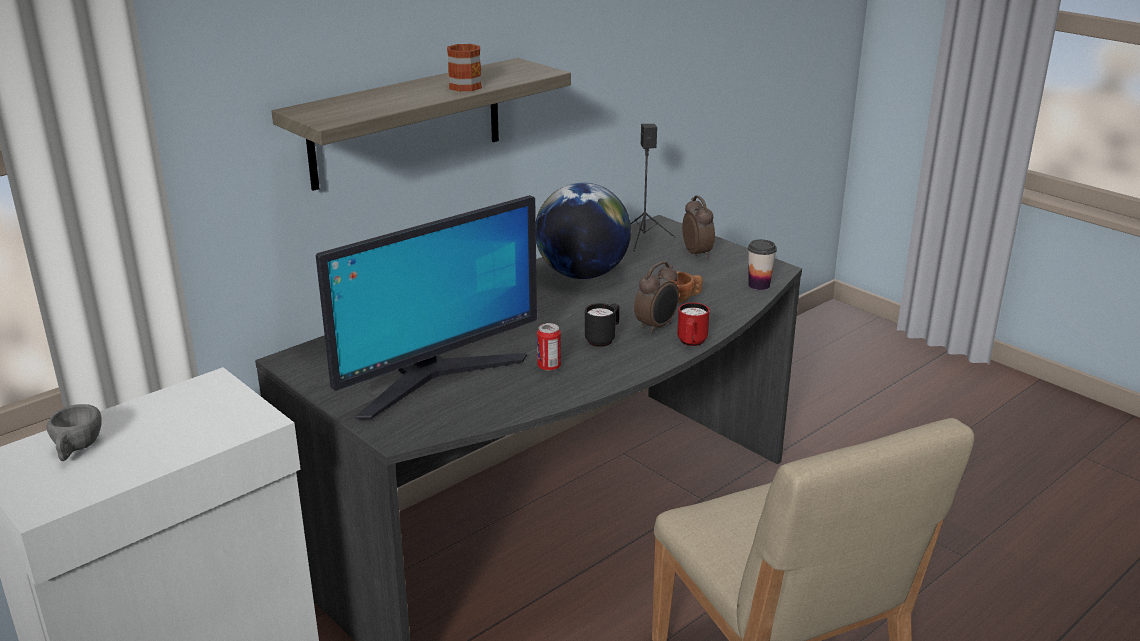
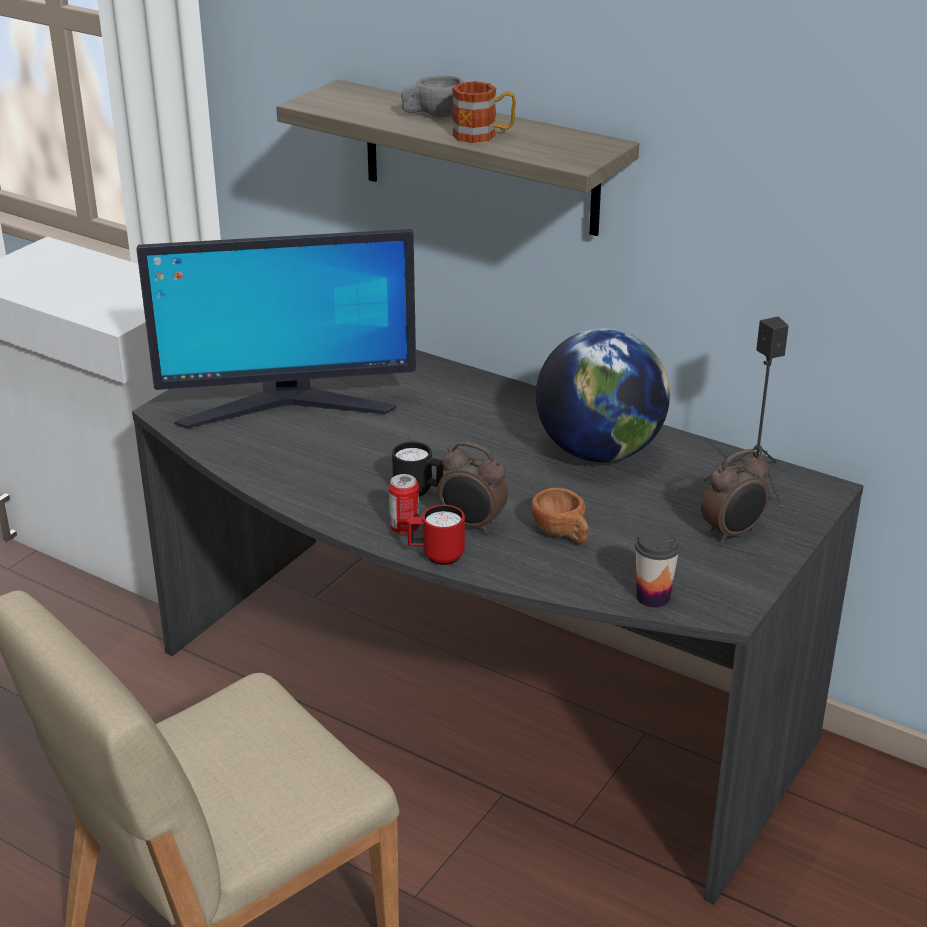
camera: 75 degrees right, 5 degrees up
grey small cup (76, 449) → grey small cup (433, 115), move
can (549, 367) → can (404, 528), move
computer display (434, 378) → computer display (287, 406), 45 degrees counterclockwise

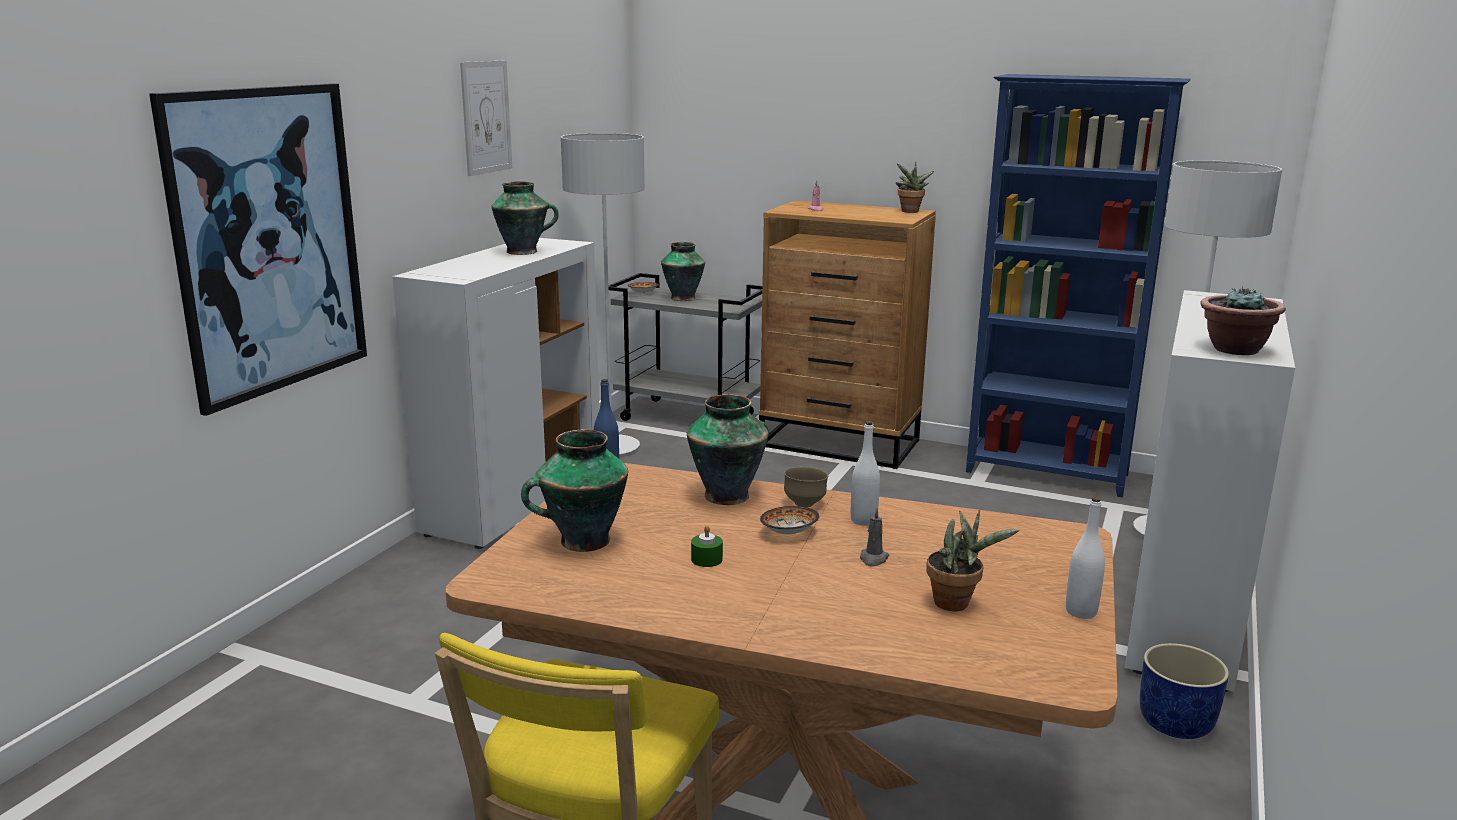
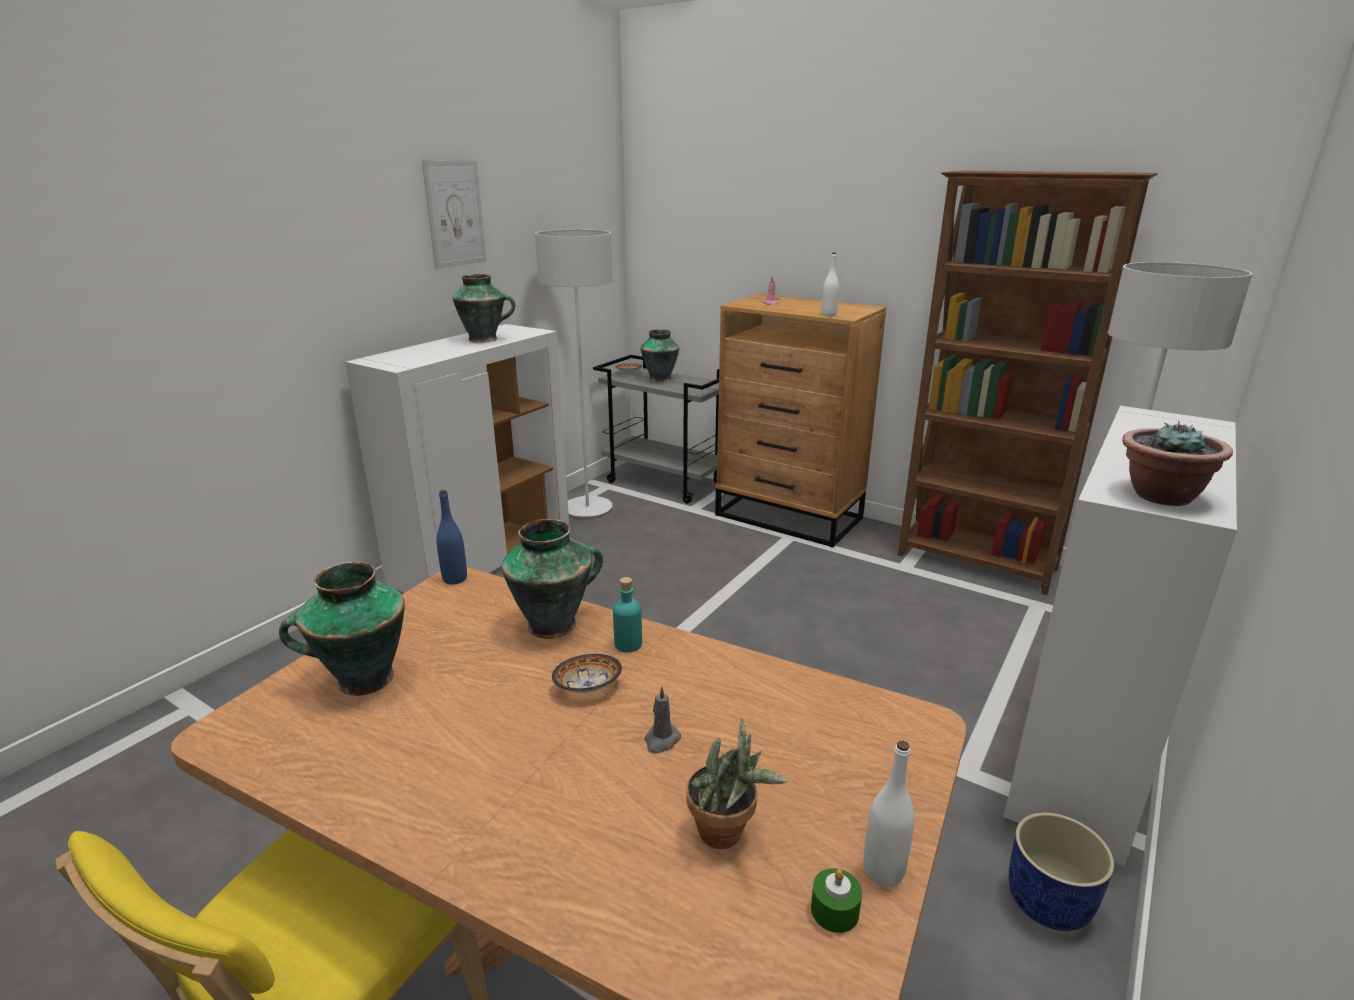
camera: 10 degrees right, 5 degrees up
wall picture (269, 241) → -
houseplant (910, 212) → -
greenish candle (706, 559) → greenish candle (834, 910), move
white-coloured drink bottle (863, 521) → white-coloured drink bottle (829, 315), move
brownish bowl (805, 504) → turquoise drink bottle (628, 644)
bluish shelving unit (1048, 474) → brownish shelving unit (977, 563)

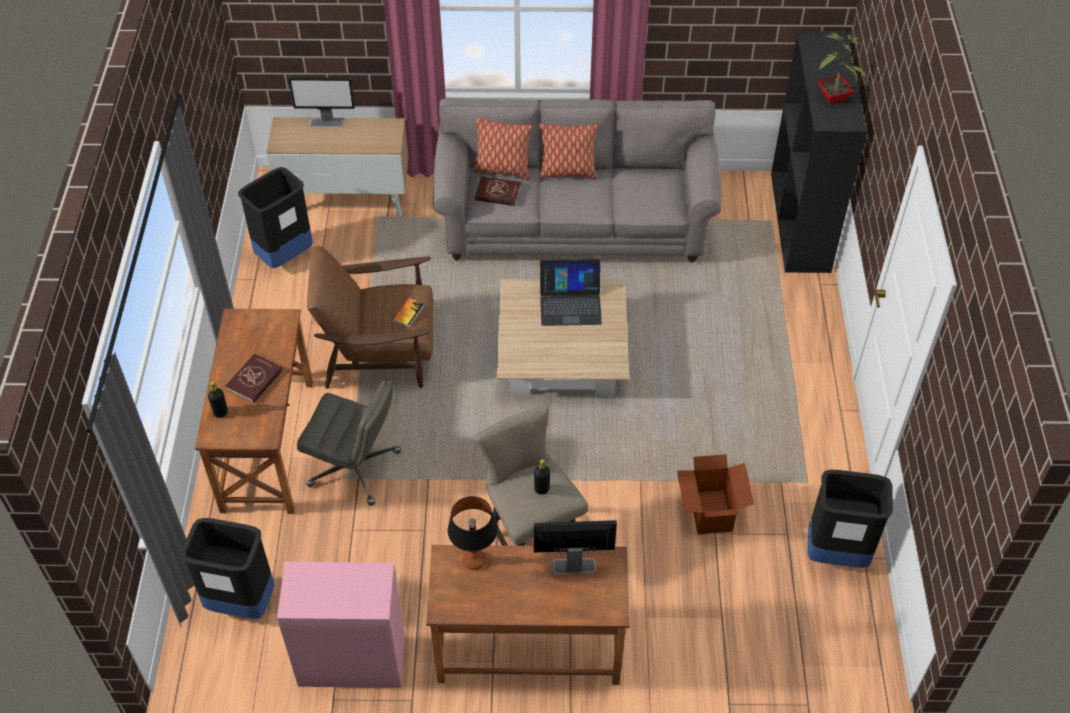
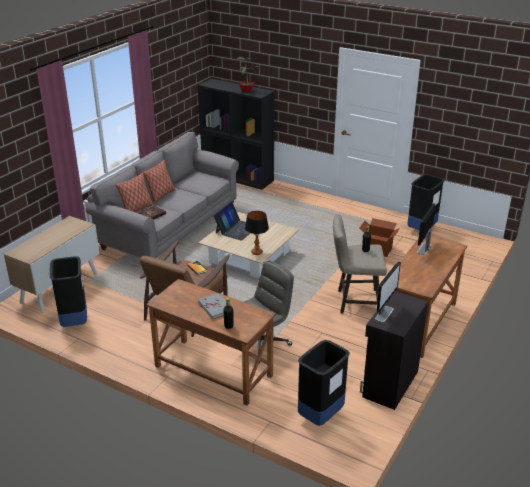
camera: 60 degrees left, 20 degrees down
computer display (327, 123) → computer display (384, 313), move
table lamp (474, 561) → table lamp (257, 252), move
red-coloured volume (254, 380) → grey volume (215, 307)
pinkish storage cabinet (351, 660) → blackish storage cabinet (389, 384)

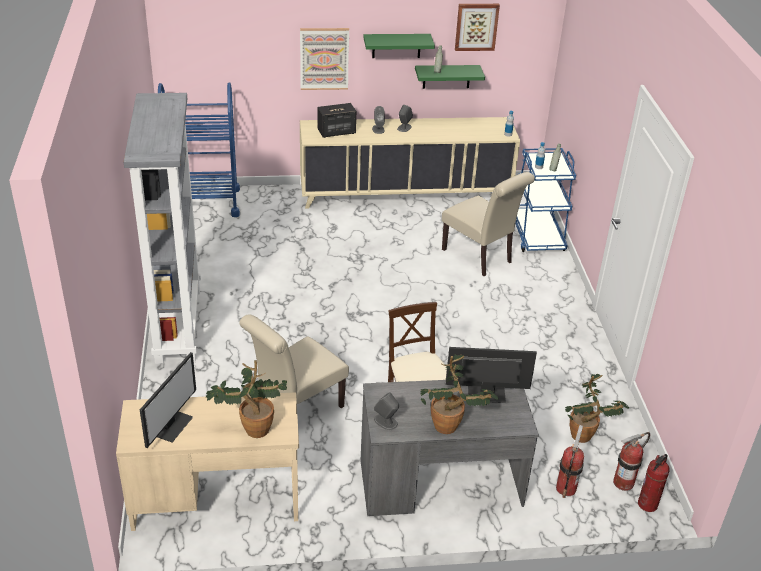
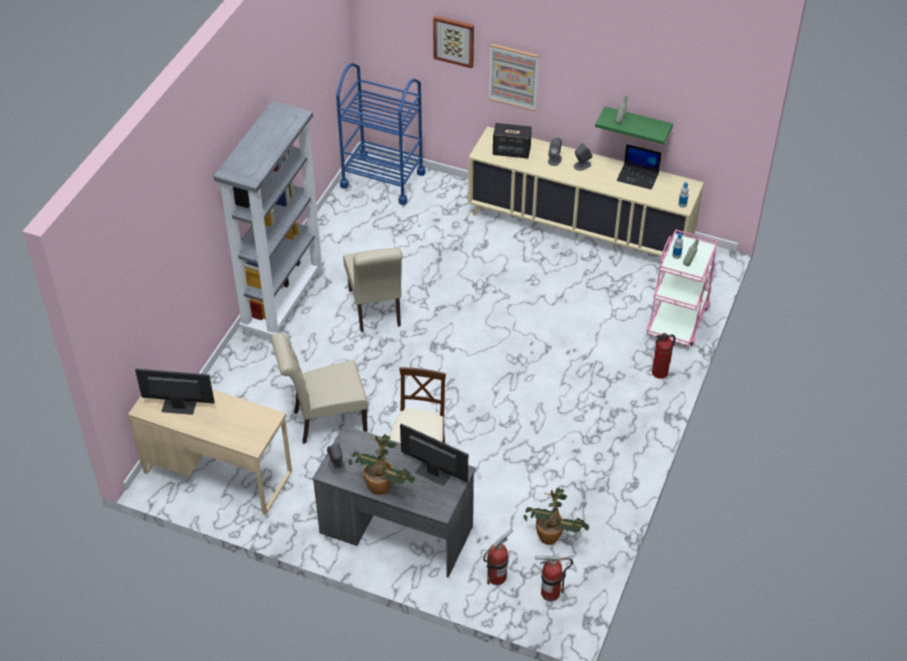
camera: 30 degrees right, 10 degrees up
houseplant (251, 428) → -
greenish wall shelf (396, 45) → -
- → notebook computer (638, 176)
beige-coloured chair (480, 257) → beige-coloured chair (376, 311), move
wall picture (476, 26) → wall picture (454, 40), move
extinguisher (648, 505) → extinguisher (660, 373), move
bluish cart (537, 235) → pinkish cart (677, 319)
computer display (172, 425) → computer display (178, 406), 135 degrees counterclockwise

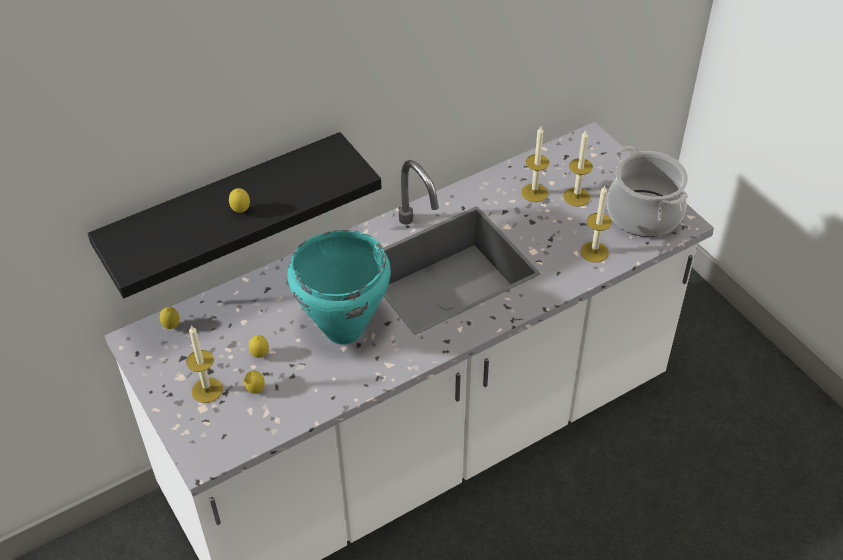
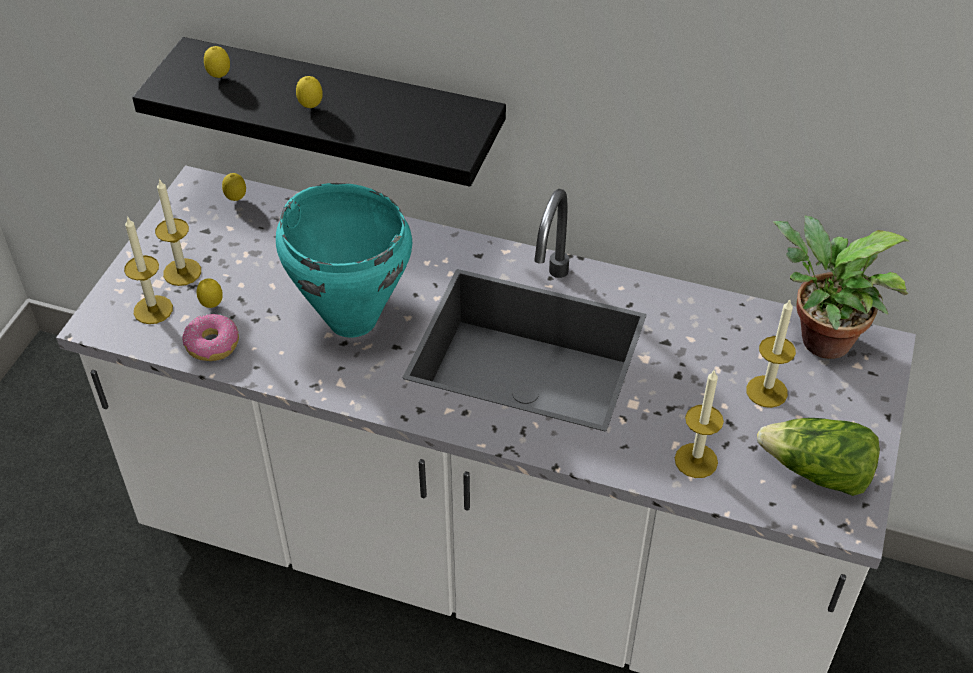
camera: 50 degrees right, 0 degrees up
- → ring doughnut (212, 344)
- → houseplant (818, 340)
lemon (260, 355) → lemon (219, 77), move
candle (534, 193) → candle (153, 309), move
saucepot (644, 214) → head of lettuce (817, 472)

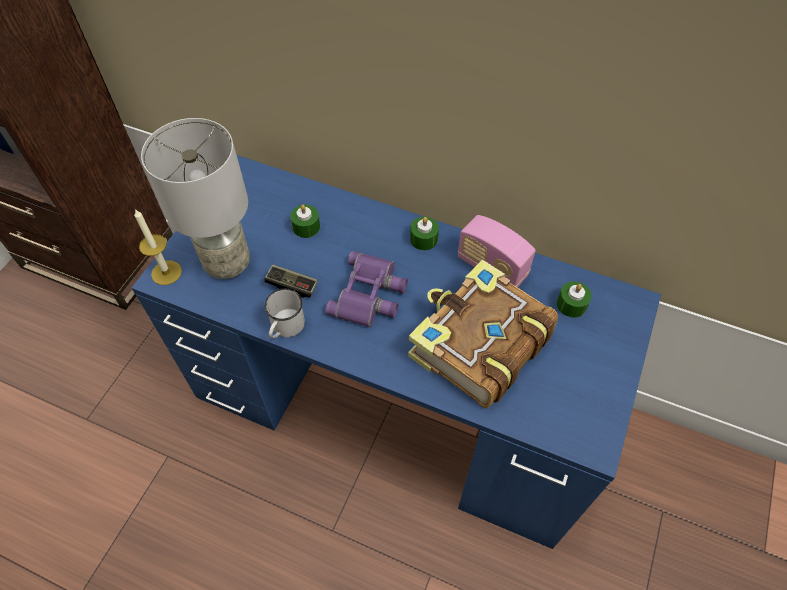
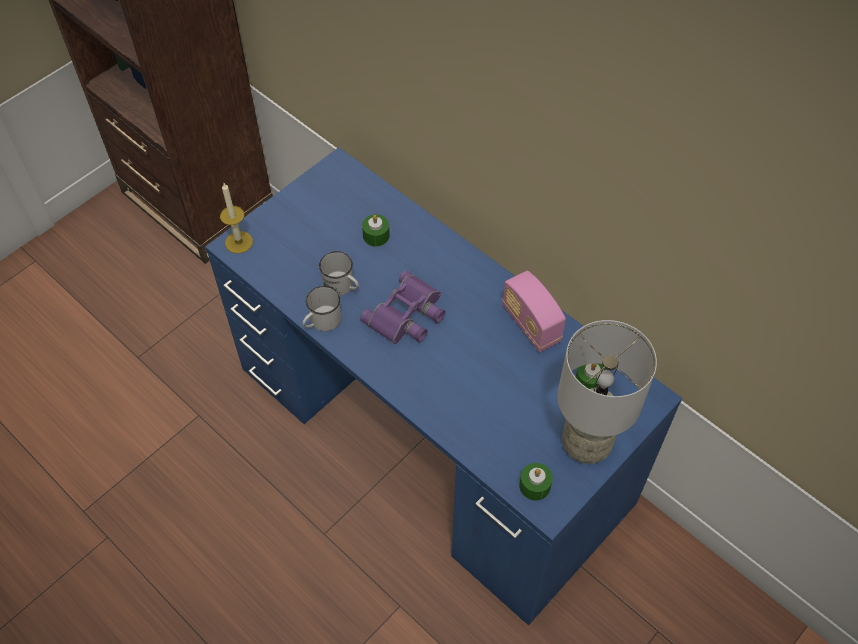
camera: 20 degrees right, 0 degrees up
volume (478, 344) → -
grey table lamp (228, 263) → grey table lamp (587, 444), move
greenish candle (423, 239) → greenish candle (534, 485), move
gamepad (292, 286) → white-coloured coffee mug (342, 286)

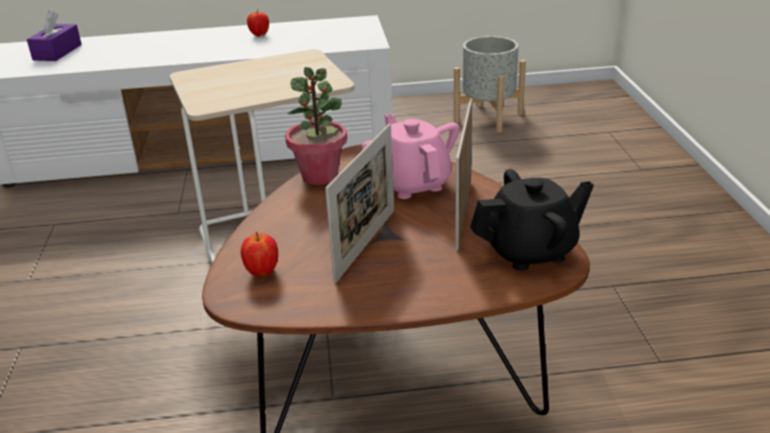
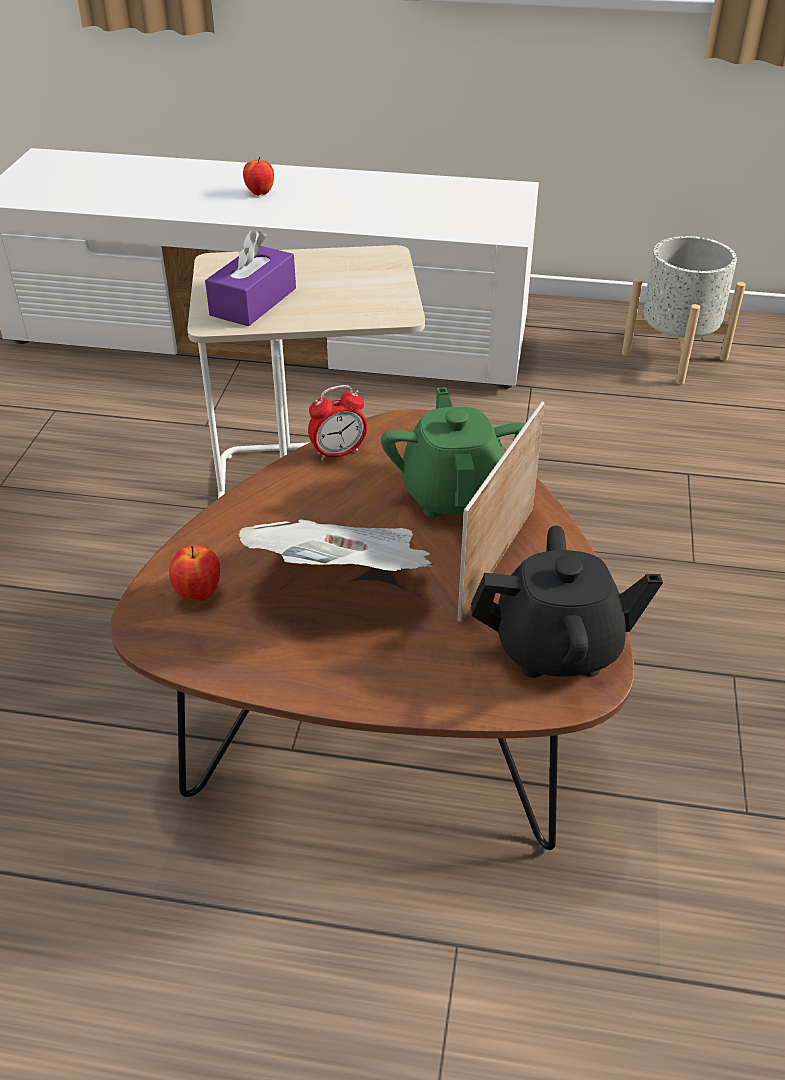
camera: 15 degrees right, 10 degrees up
purplish tissue holder (57, 52) → purplish tissue holder (253, 302), move
apple (259, 35) → apple (260, 193), move
houseplant (320, 176) → table clock (338, 453)
picture frame (366, 244) → printed paper (346, 581)
pinkish pot for tea (413, 184) → greenish pot for tea (453, 494)

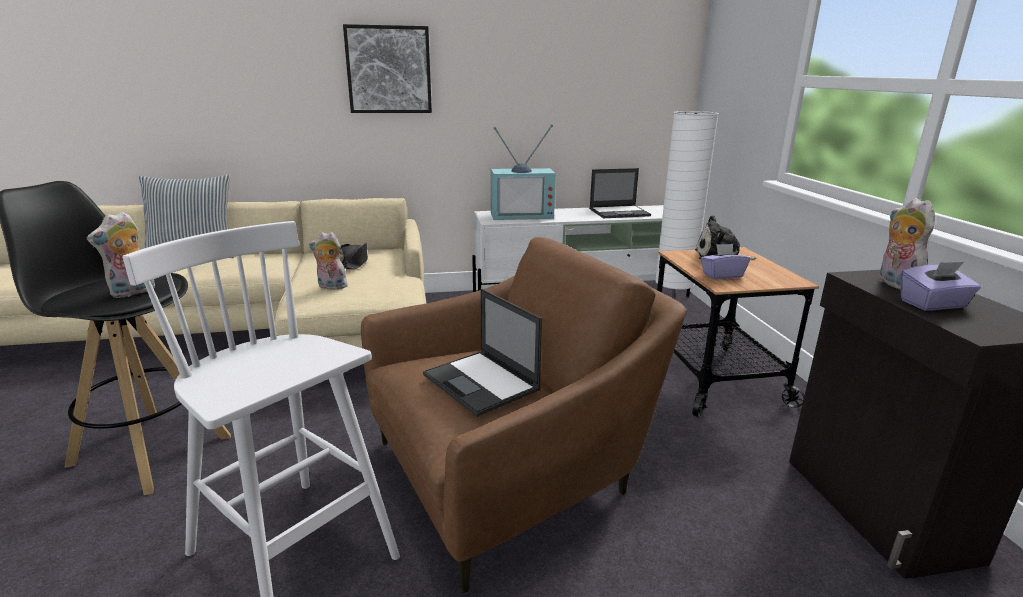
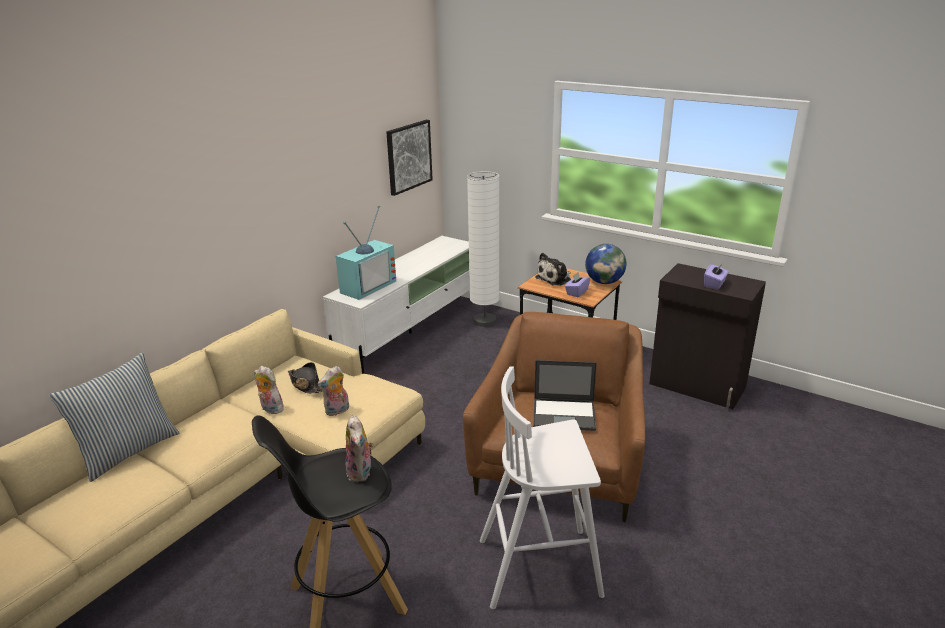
camera: 45 degrees left, 5 degrees up
notebook computer (620, 212) → -
- → desk globe (604, 282)
wall picture (389, 70) → wall picture (408, 156), move
plush toy (894, 284) → plush toy (270, 409), move

